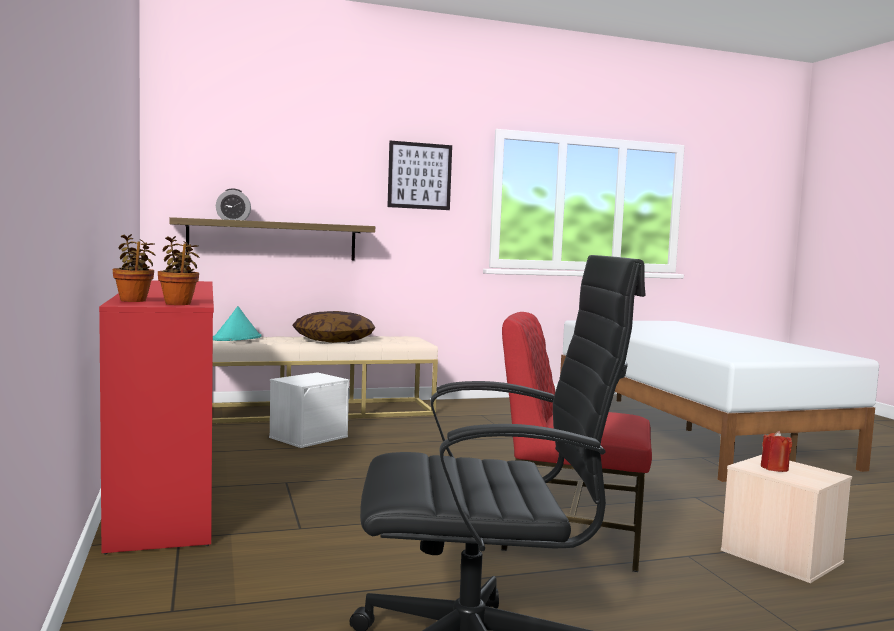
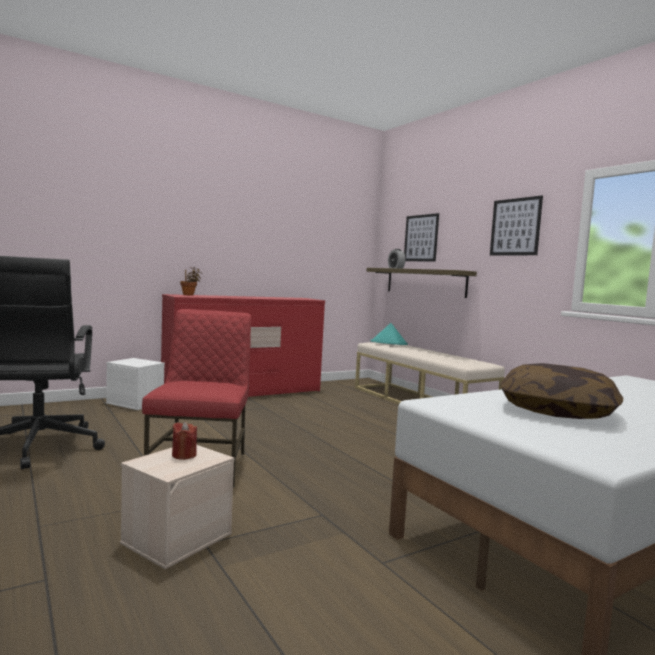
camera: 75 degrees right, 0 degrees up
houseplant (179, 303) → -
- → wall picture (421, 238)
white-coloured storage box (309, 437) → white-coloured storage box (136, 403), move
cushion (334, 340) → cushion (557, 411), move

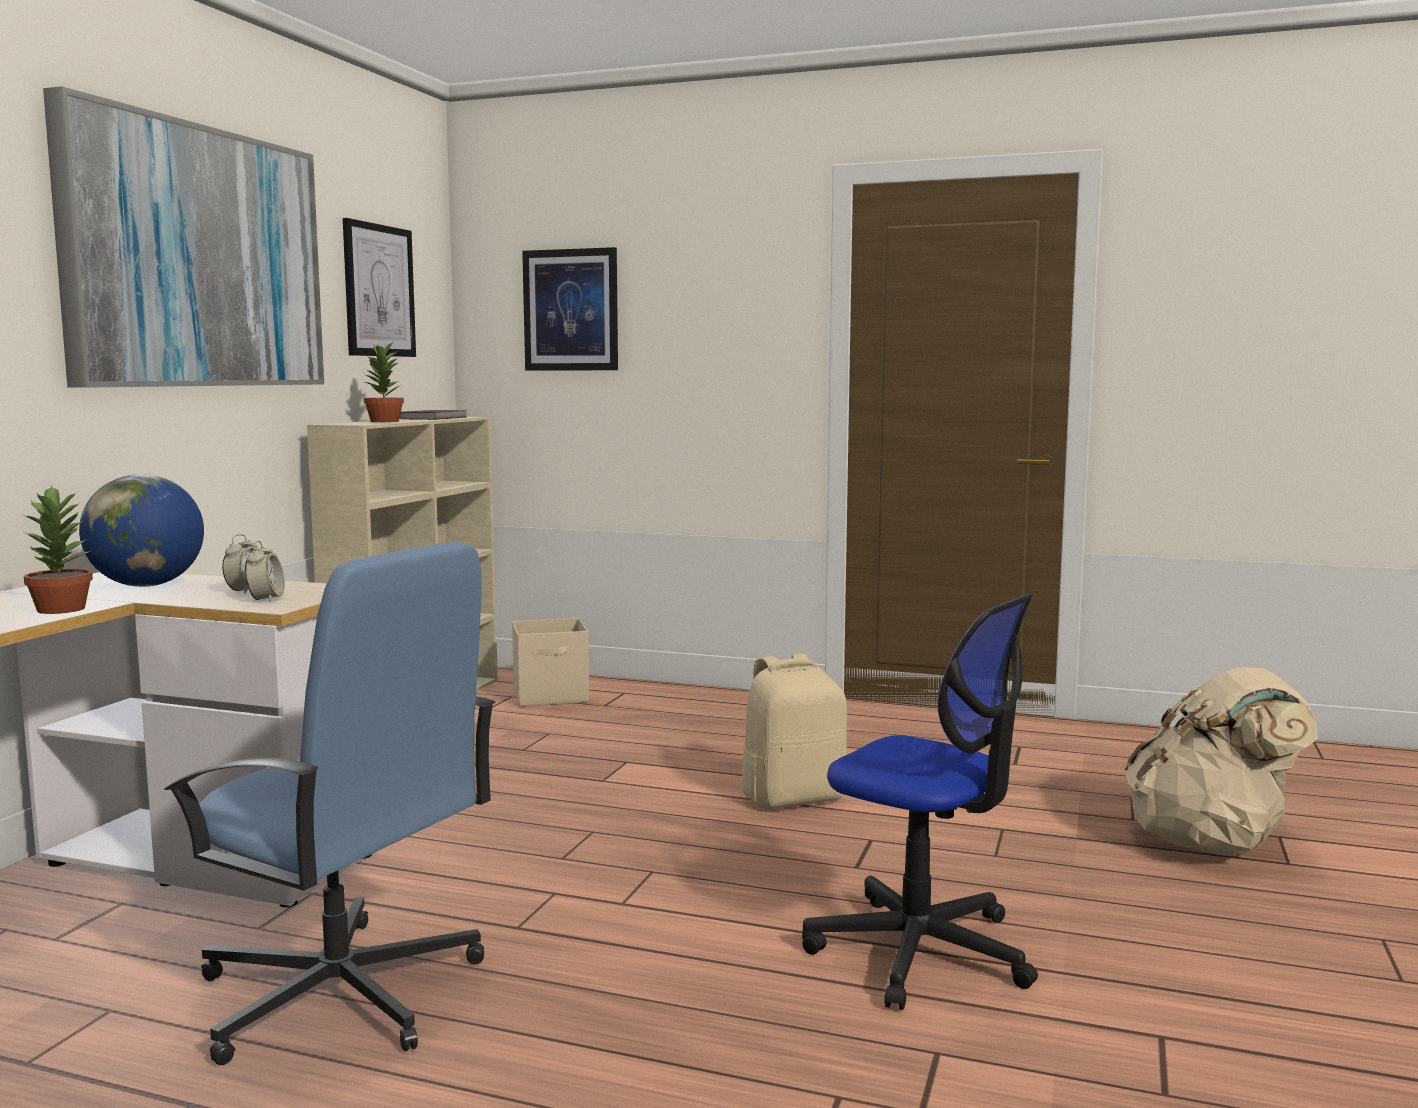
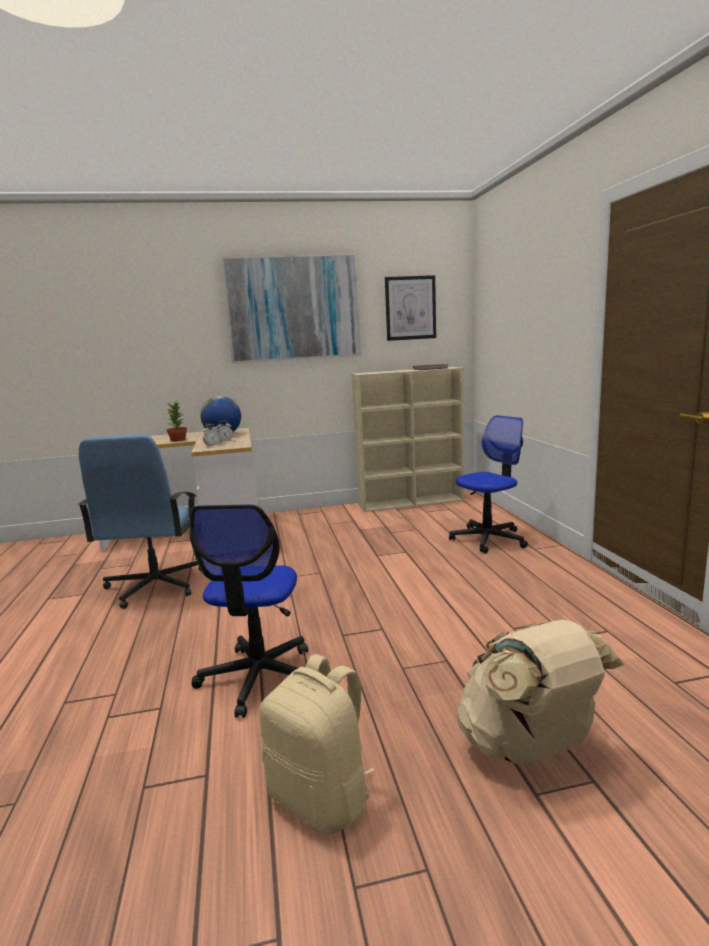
camera: 60 degrees right, 5 degrees up
houseplant (384, 421) → -
beige-coloured storage box (552, 696) → -
wall picture (571, 310) → -
- → computer chair (488, 539)
beige-coloured rucksack (793, 798) → beige-coloured rucksack (322, 798), move

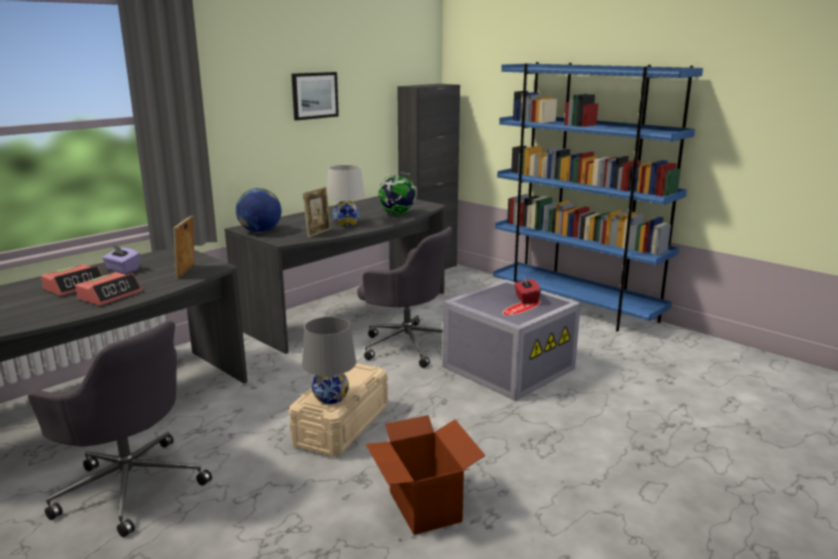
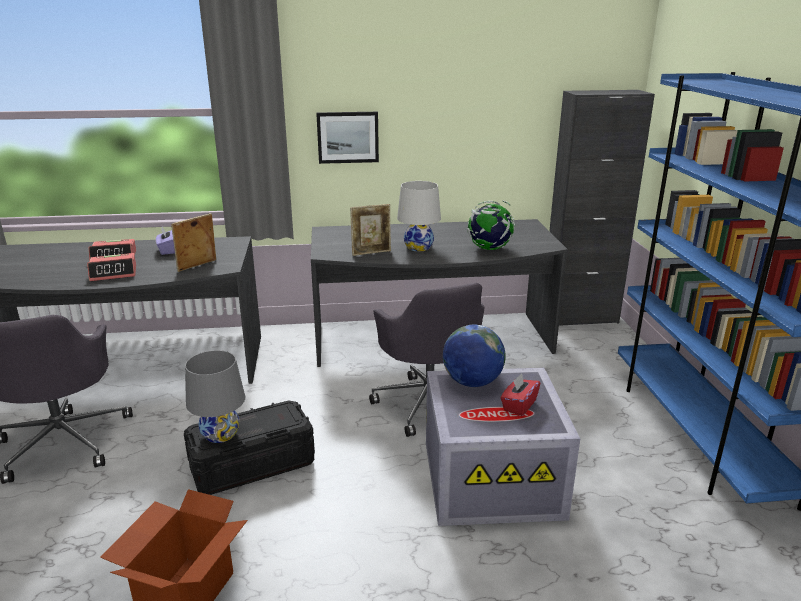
camera: 40 degrees right, 5 degrees up
desk globe (260, 232) → desk globe (472, 382), move
wall picture (314, 95) → wall picture (348, 137), move
beige-coloured storage box (342, 425) → blackish storage box (253, 465)

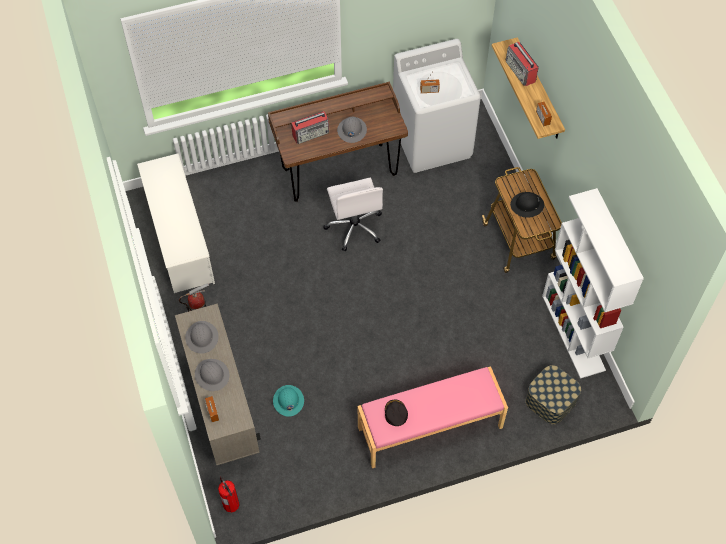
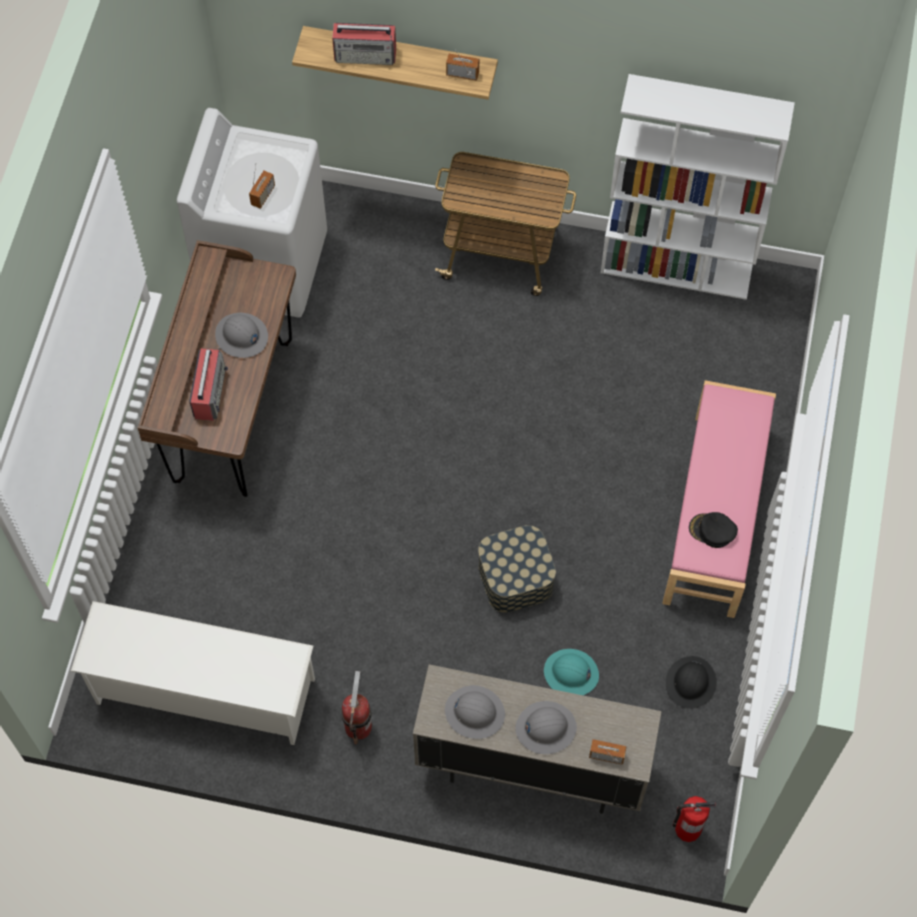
camera: 60 degrees left, 5 degrees up
white-coloured computer chair (354, 227) → -
blackish hard hat (527, 205) → blackish hard hat (691, 683), move
storage box (550, 401) → storage box (515, 577), move

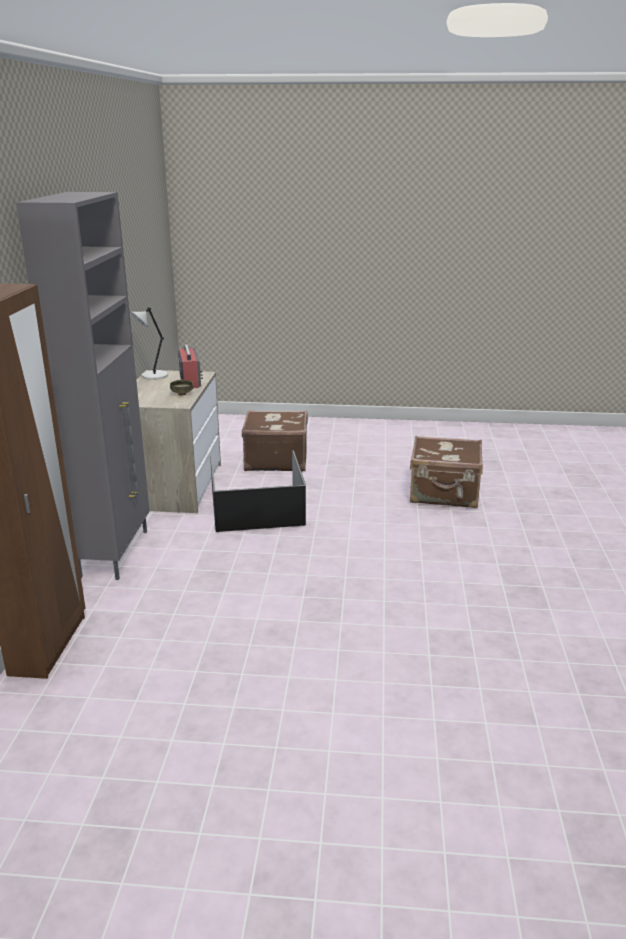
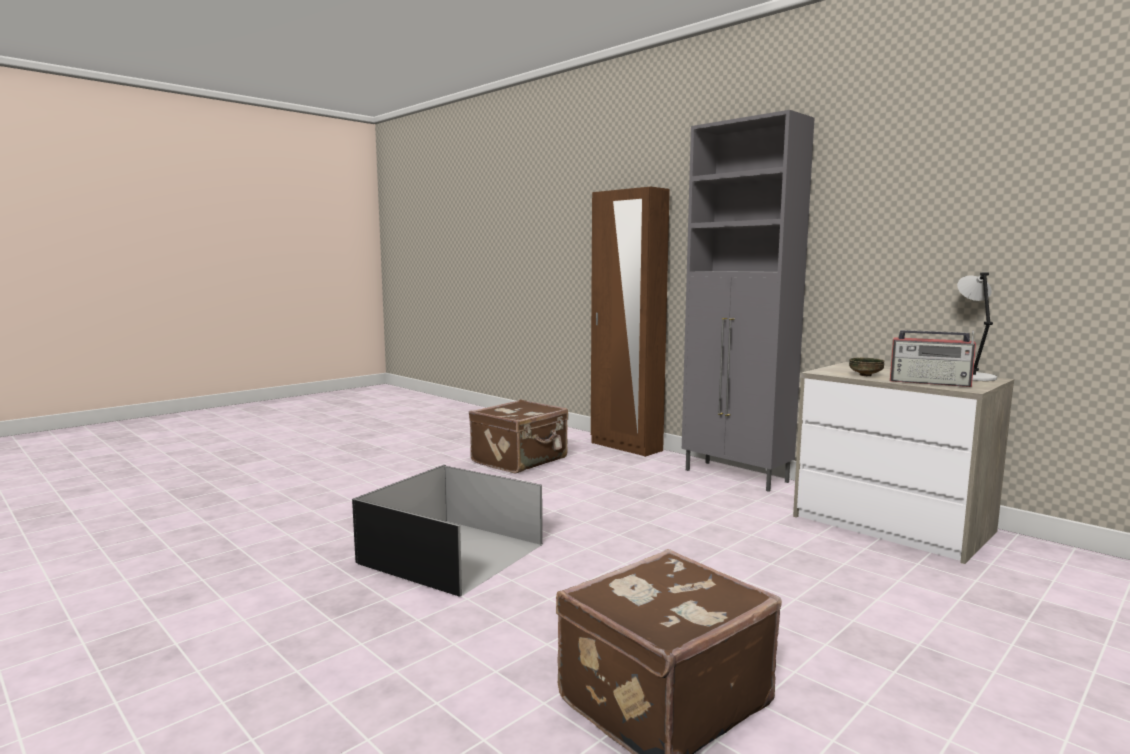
camera: 130 degrees right, 15 degrees down
blackish storage box (258, 508) → blackish storage box (450, 555), move
brownish piece of luggage (275, 460) → brownish piece of luggage (521, 460), move

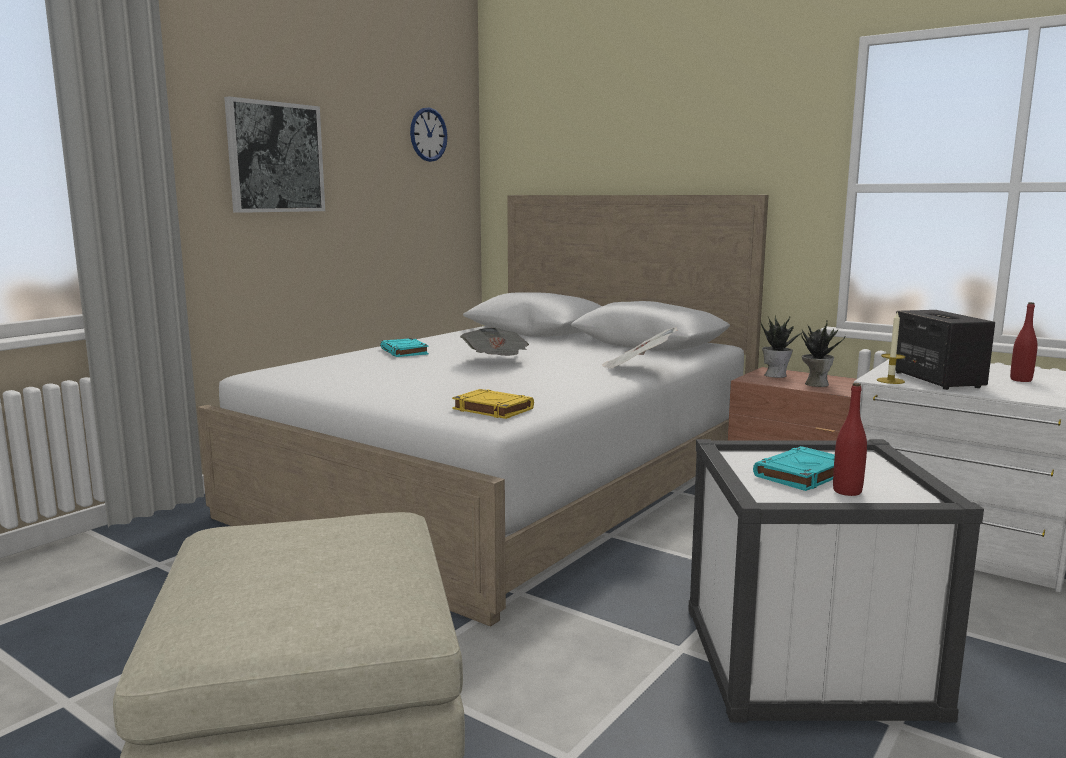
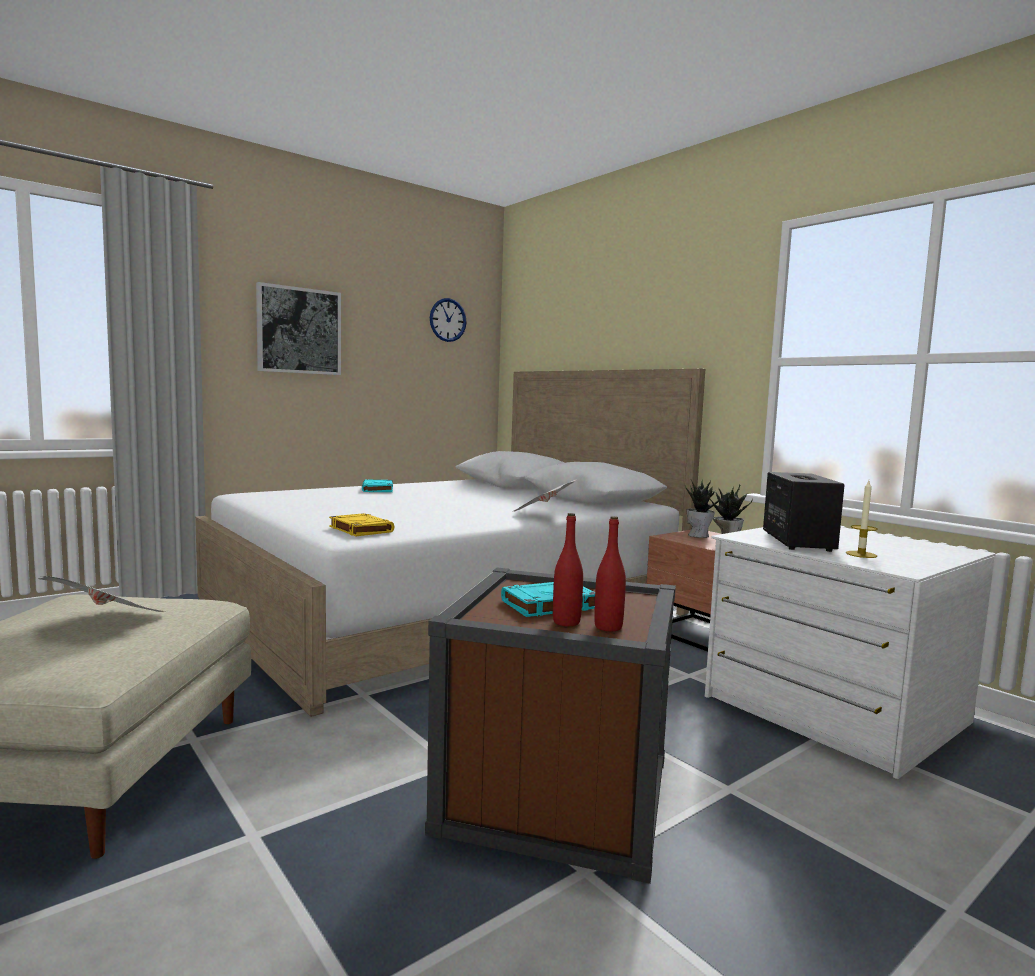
camera: 15 degrees right, 5 degrees down
printed paper (496, 361) → printed paper (107, 623), move
candle (890, 381) → candle (861, 554), move
red-coloured drink bottle (1021, 380) → red-coloured drink bottle (608, 627), move
white-coloured storage box (805, 659) → brownish storage box (556, 793)

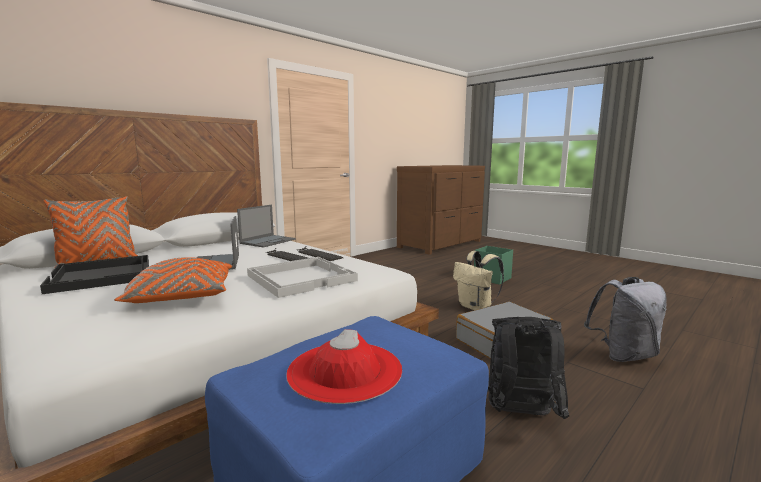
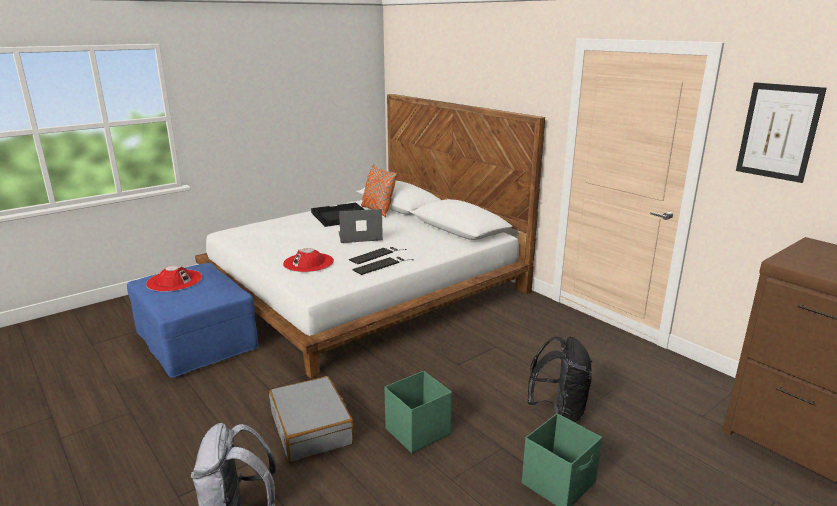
camera: 95 degrees right, 10 degrees up
orangey cushion (183, 298) → -
notebook computer (268, 241) → -
- → wall picture (778, 132)
blackish rucksack (520, 415) → blackish rucksack (558, 412), move
white-coloured serving tray (301, 278) → red-coloured clothing hat (308, 262)
beige-coloured rucksack (476, 307) → greenish storage box (417, 432)

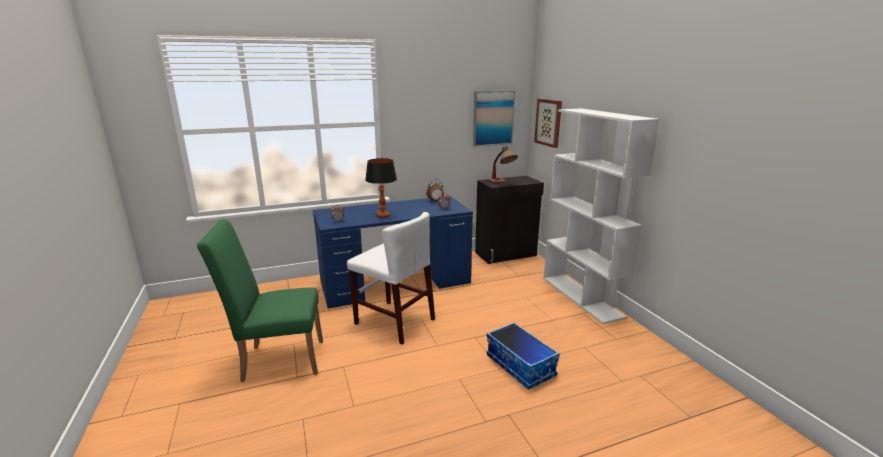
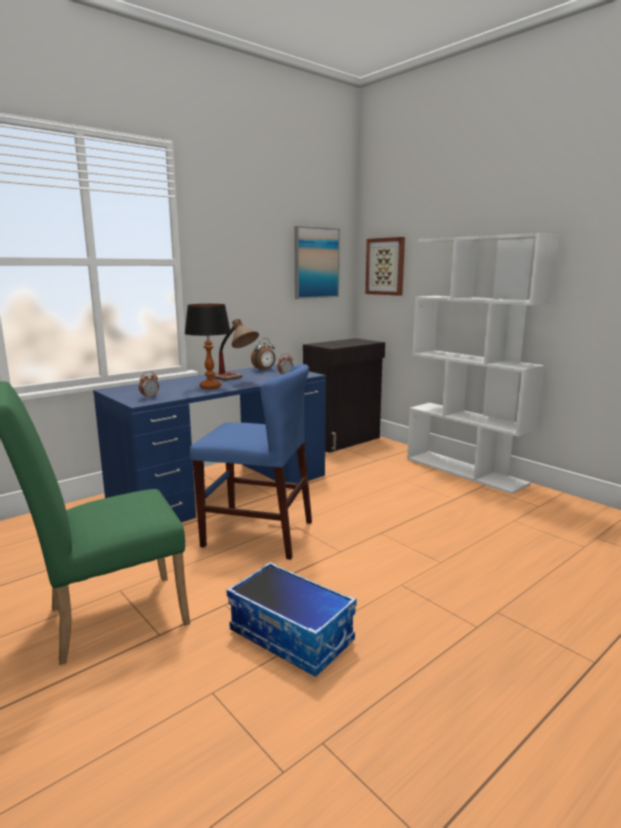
camera: 20 degrees left, 5 degrees down
storage box (521, 366) → storage box (292, 636), move
table lamp (502, 183) → table lamp (236, 379), move
white-coloured chair (394, 321) → bluish chair (258, 534)

